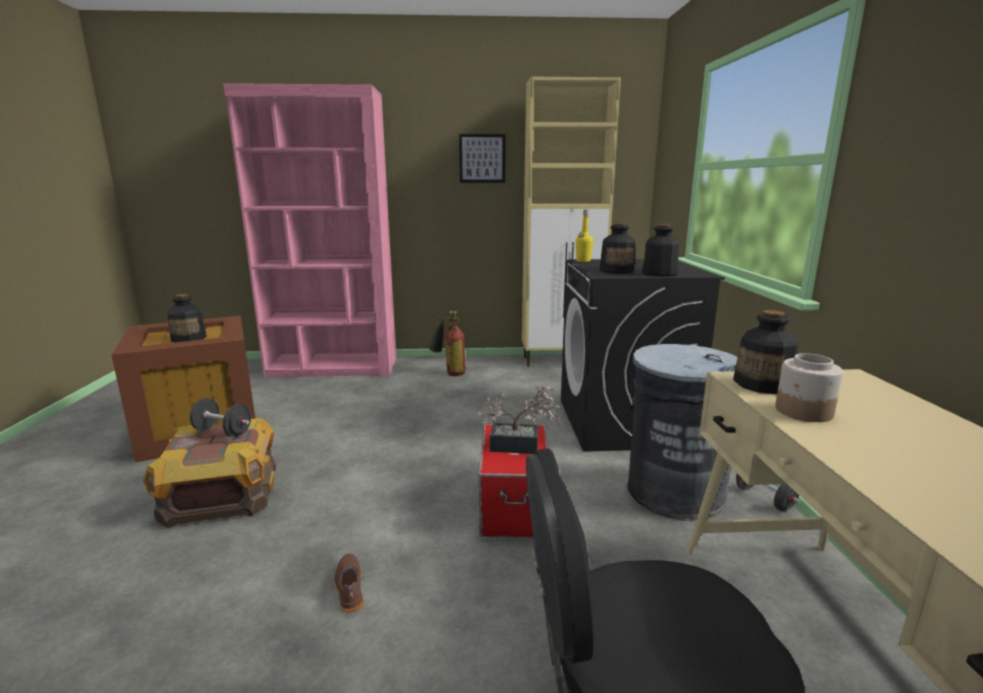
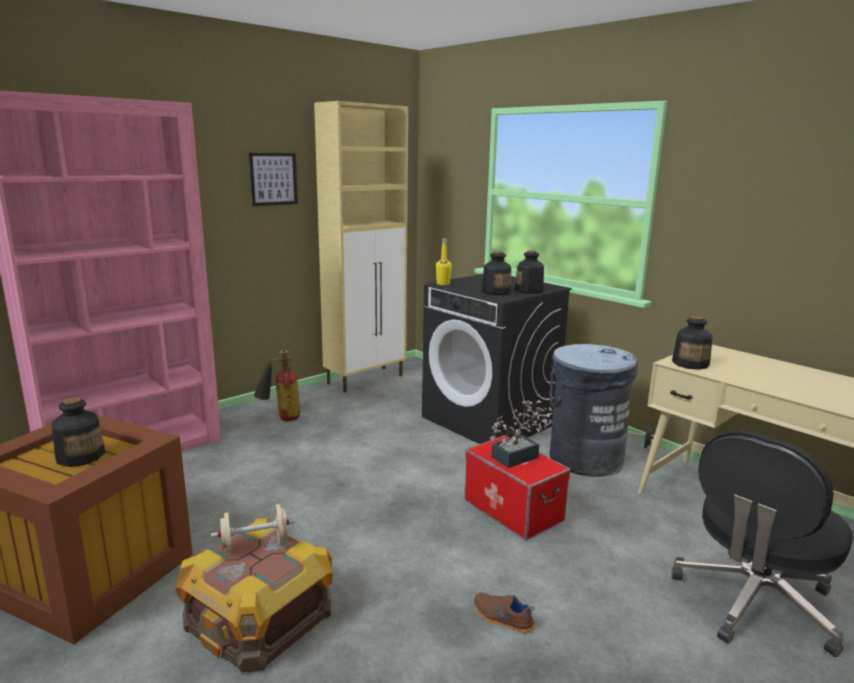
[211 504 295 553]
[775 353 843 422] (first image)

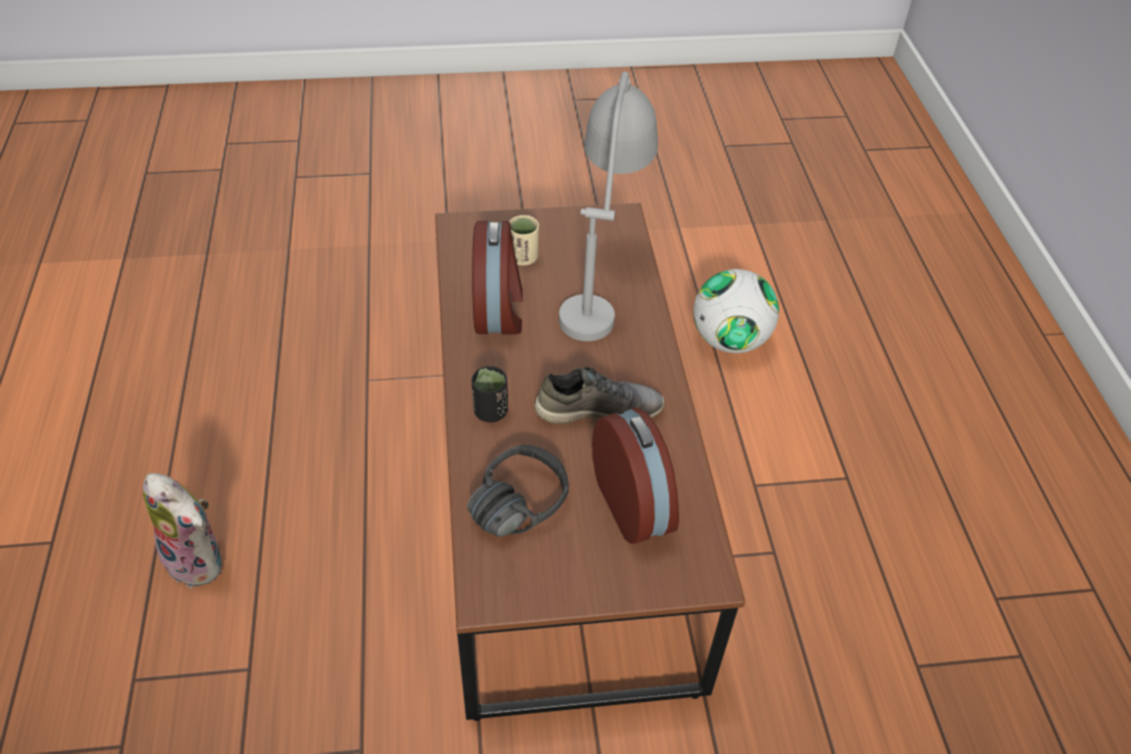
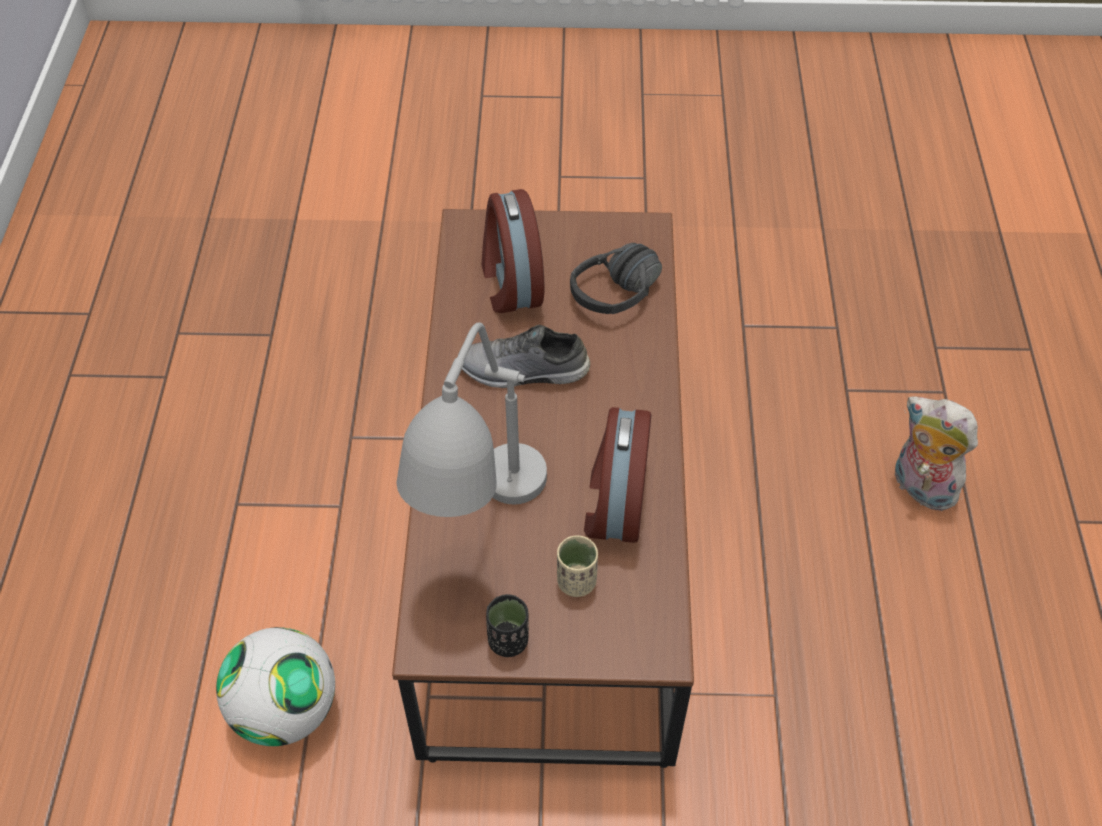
[486 594 529 657]

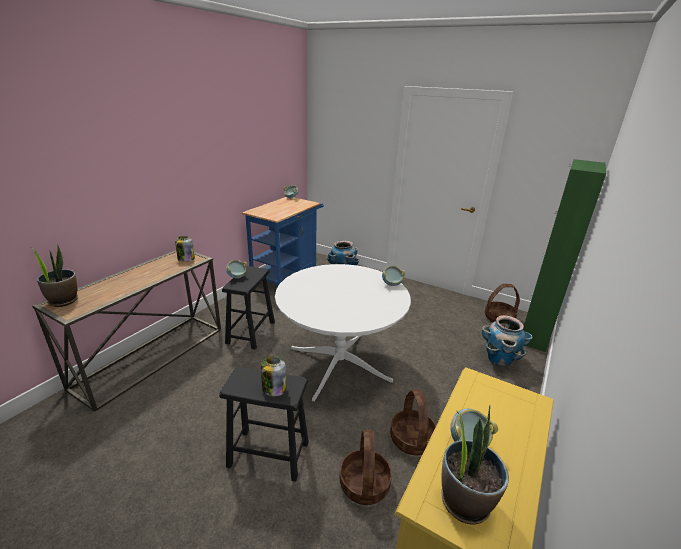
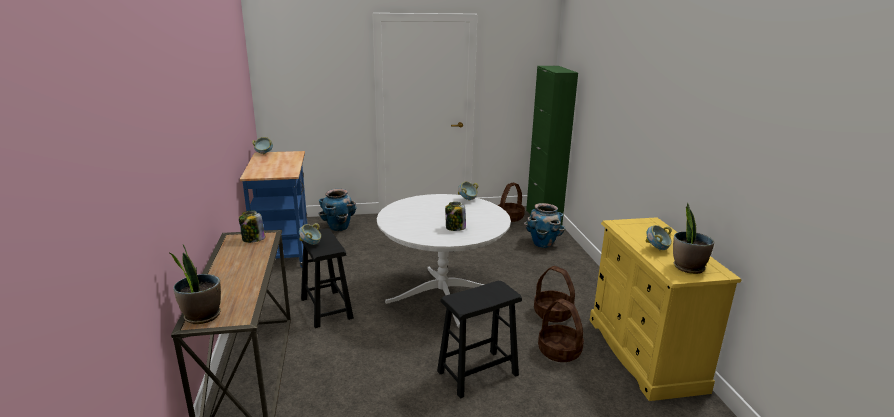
[445 202 466 231]

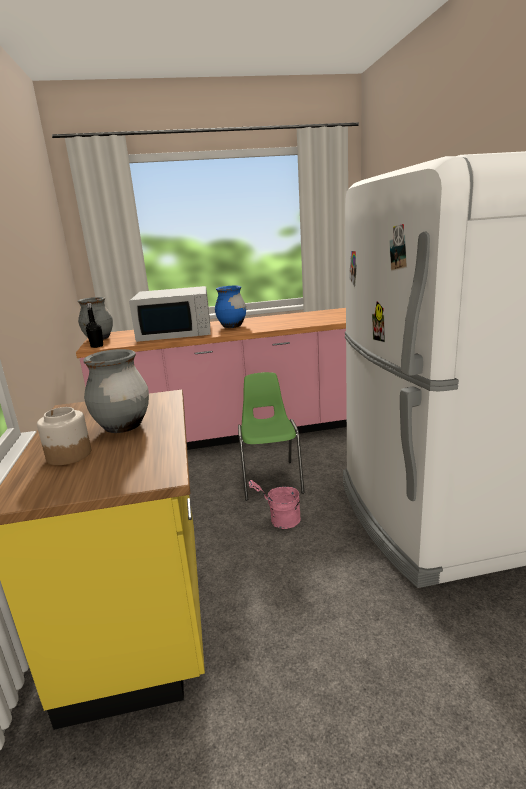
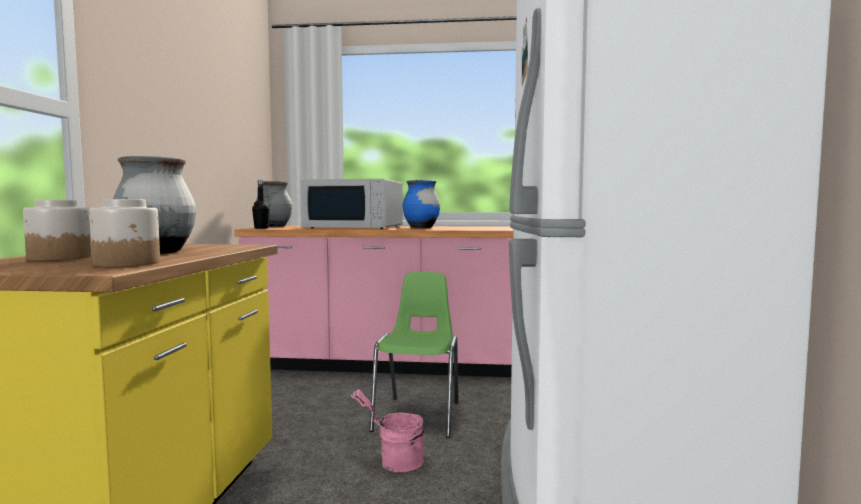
[89 199 160 267]

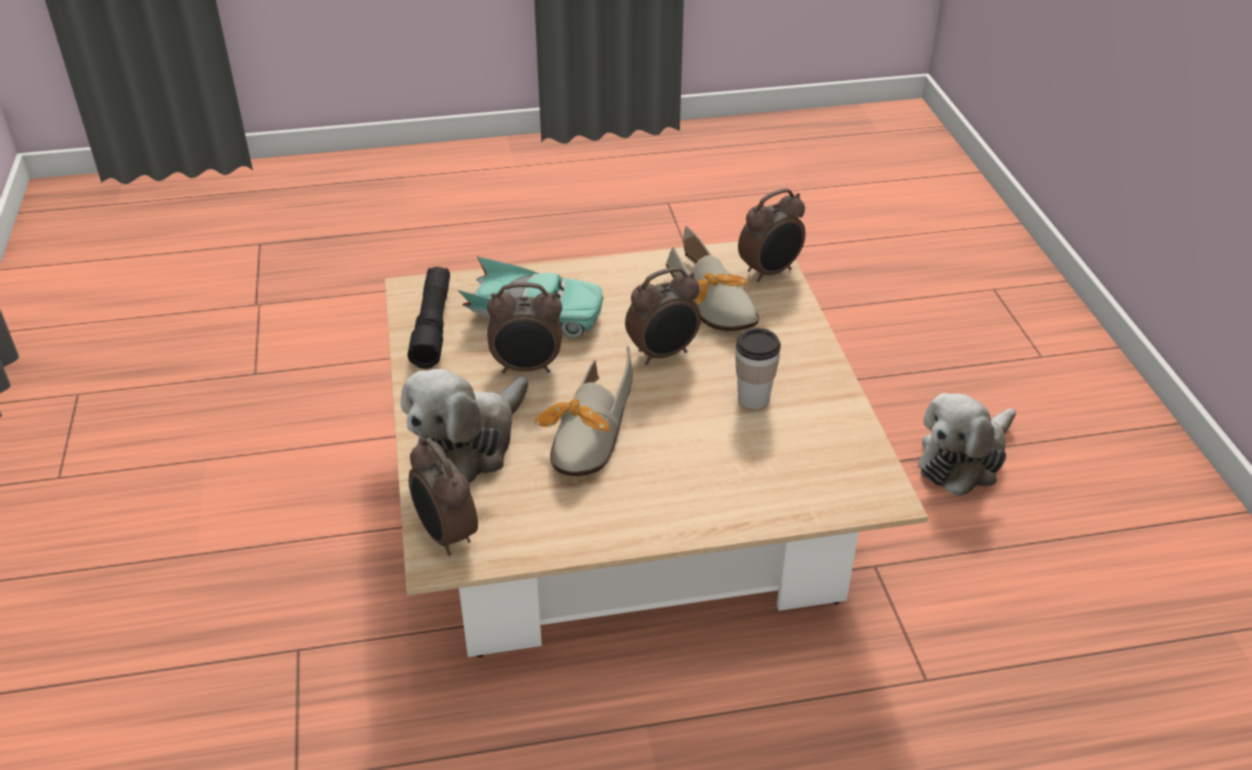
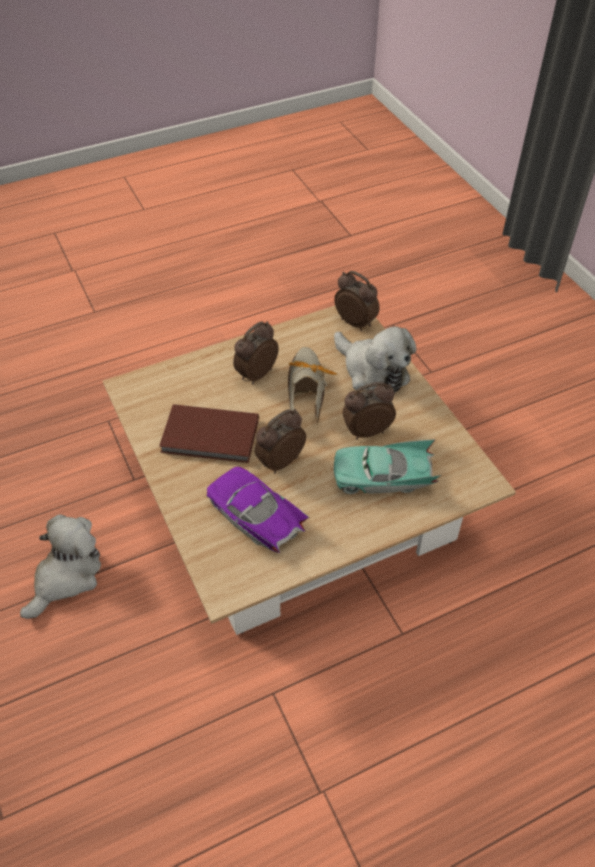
[159 404 259 463]
[207 467 309 553]
[233 321 279 384]
[334 326 417 393]
[408 267 450 369] (first image)

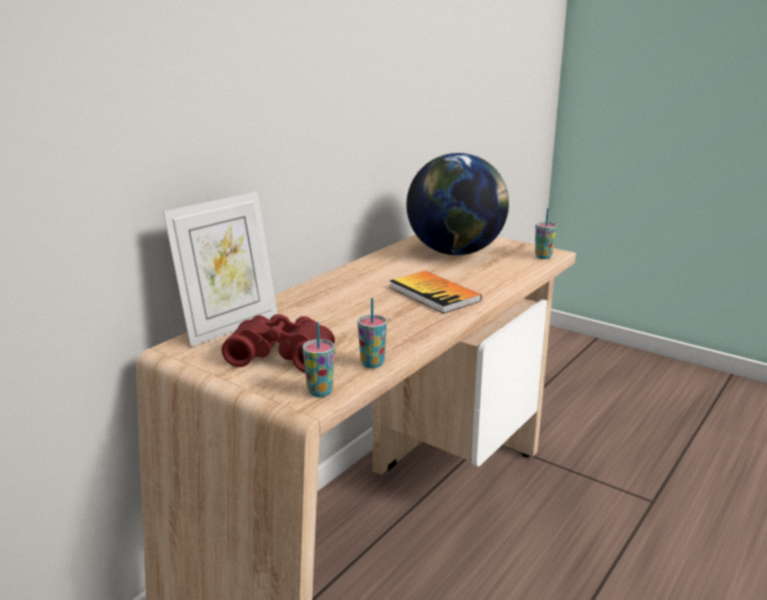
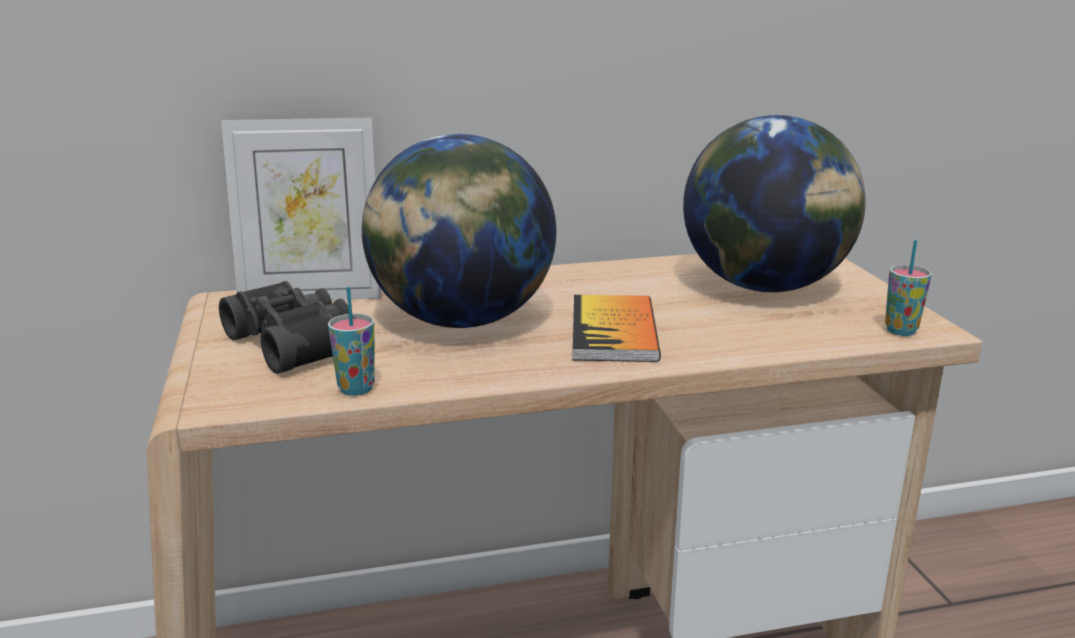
[219 281 349 374]
[362 134 556 328]
[303 322 335 397] (first image)

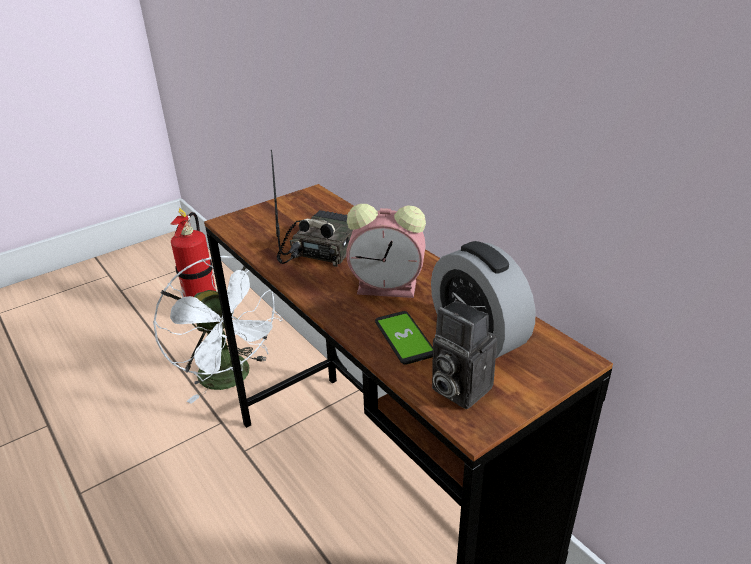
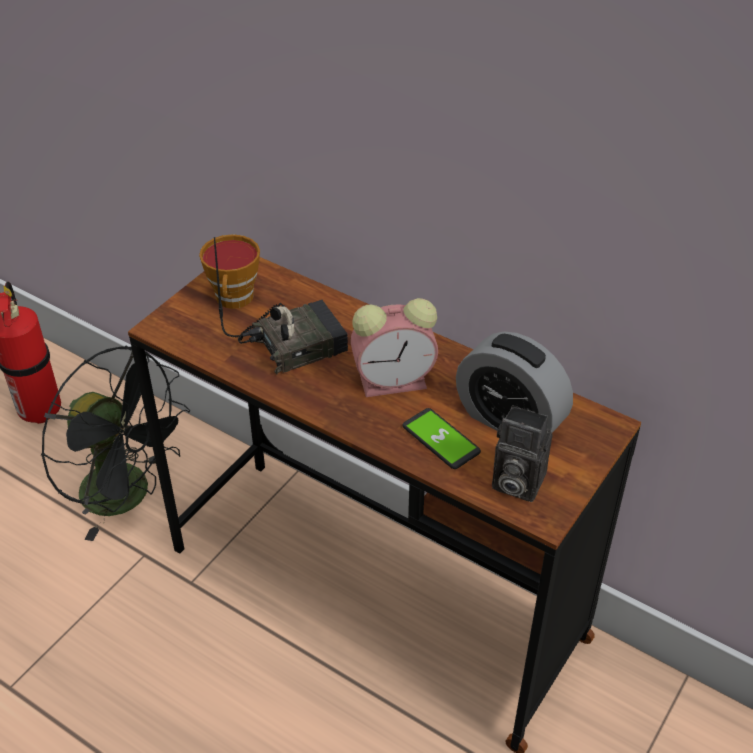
[41 346 191 541]
[199 234 260 309]
[214 237 348 375]

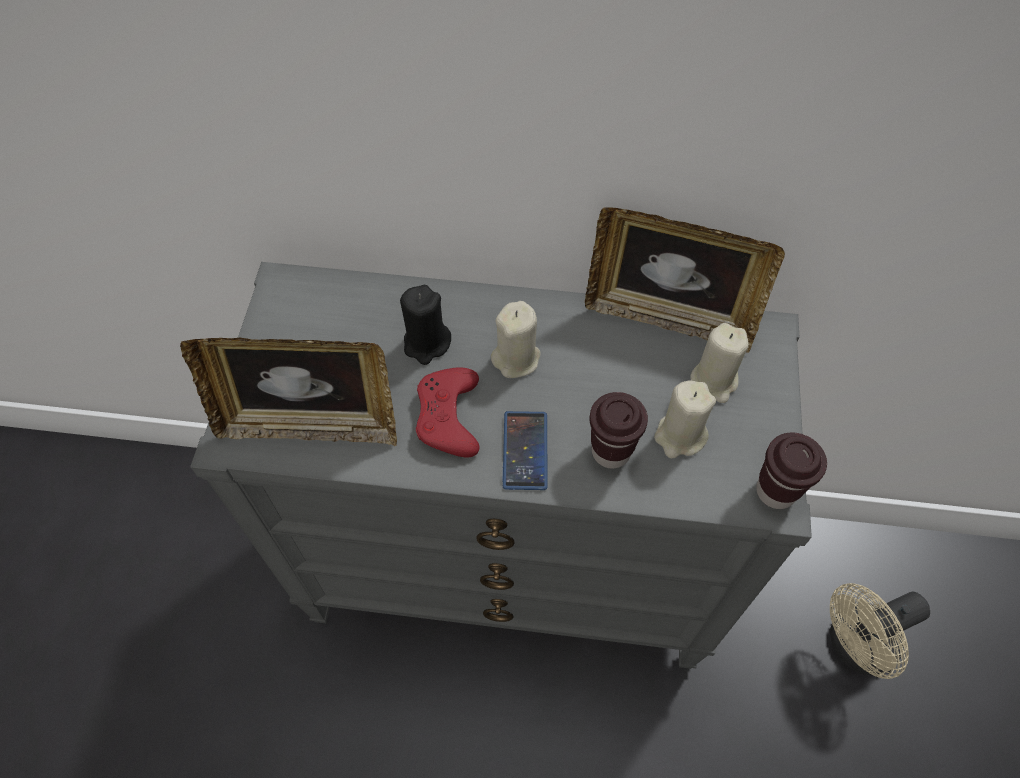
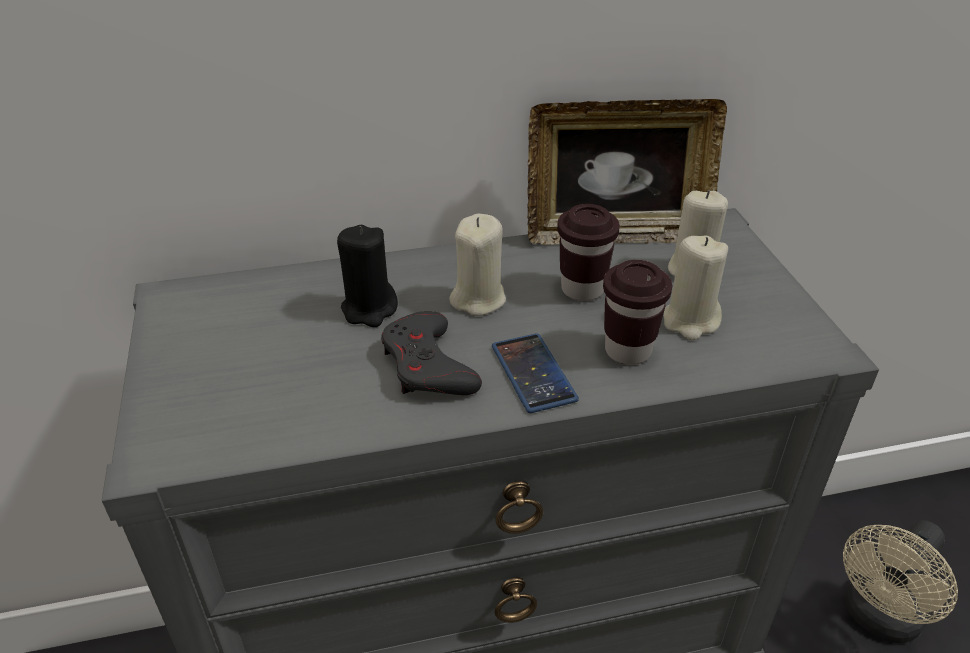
[381 311 482 395]
[557 204 620 301]
[180 338 397 446] (first image)

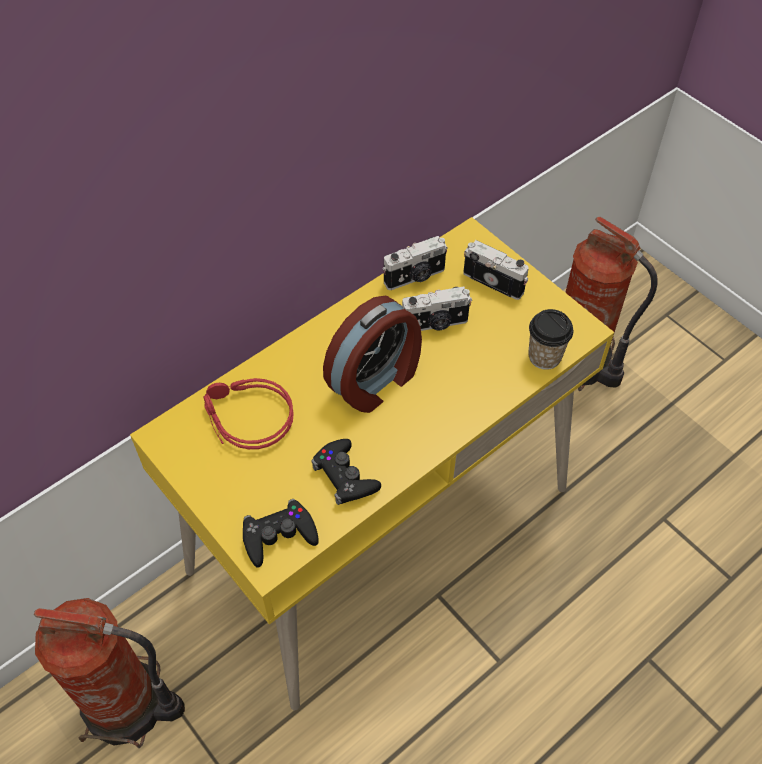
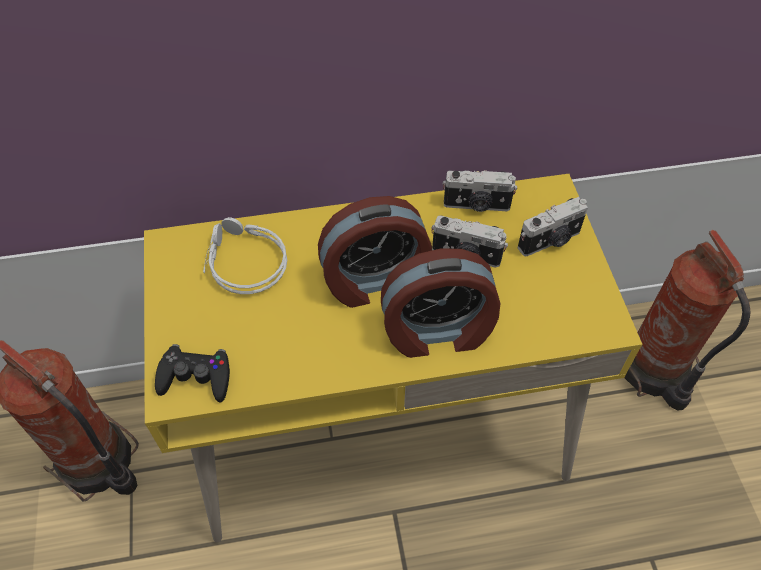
[203 217 287 294]
[381 249 501 358]
[518 197 588 256]
[311 439 381 505] (first image)
[528 309 573 370] (first image)

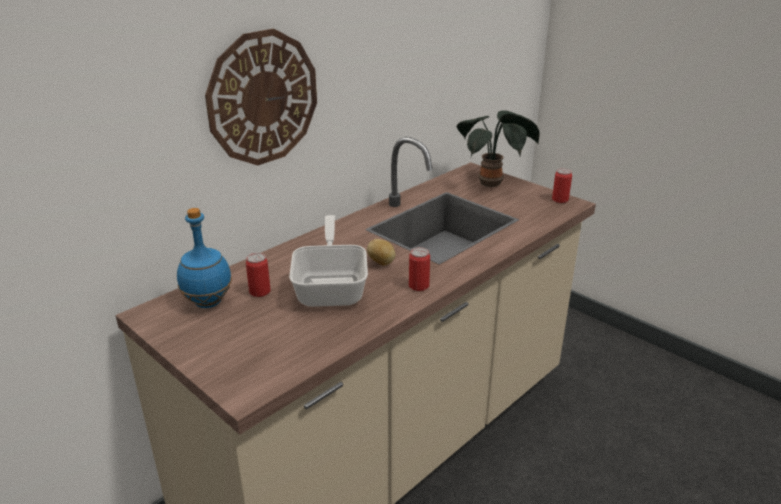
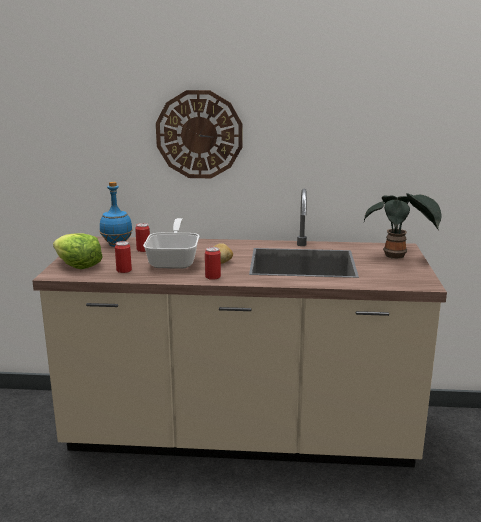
[53 233 103 269]
[115 241 132 273]
[143 218 199 268]

